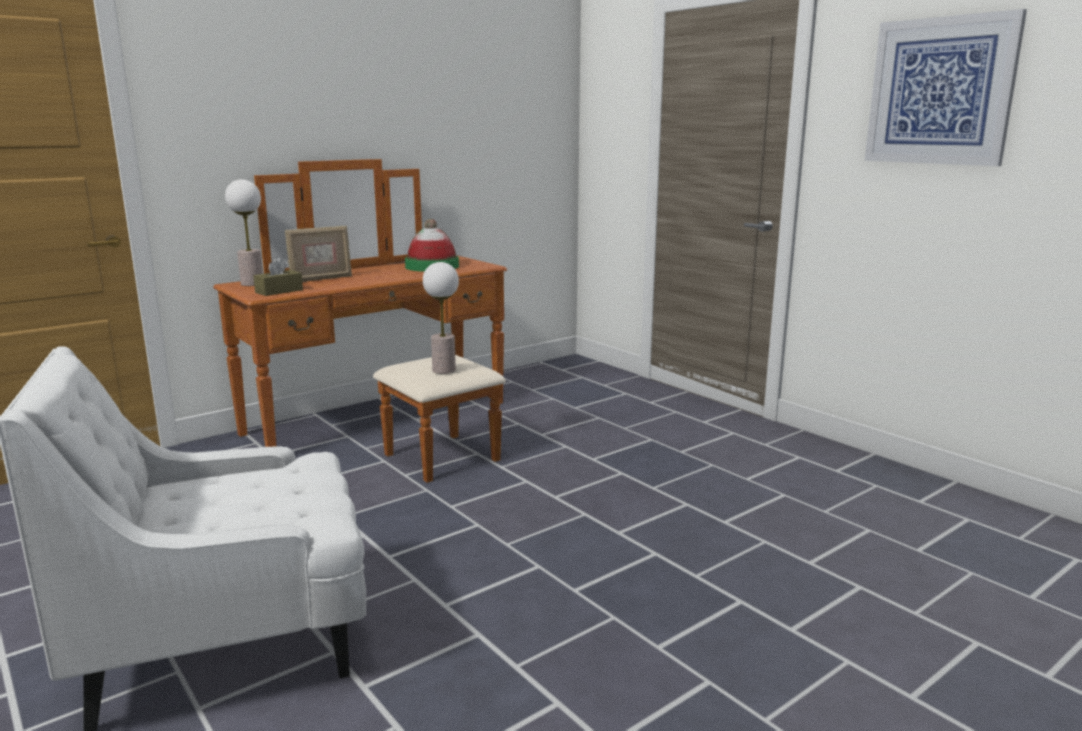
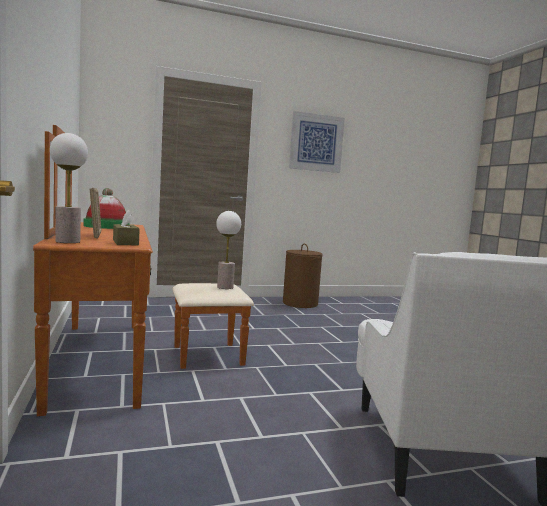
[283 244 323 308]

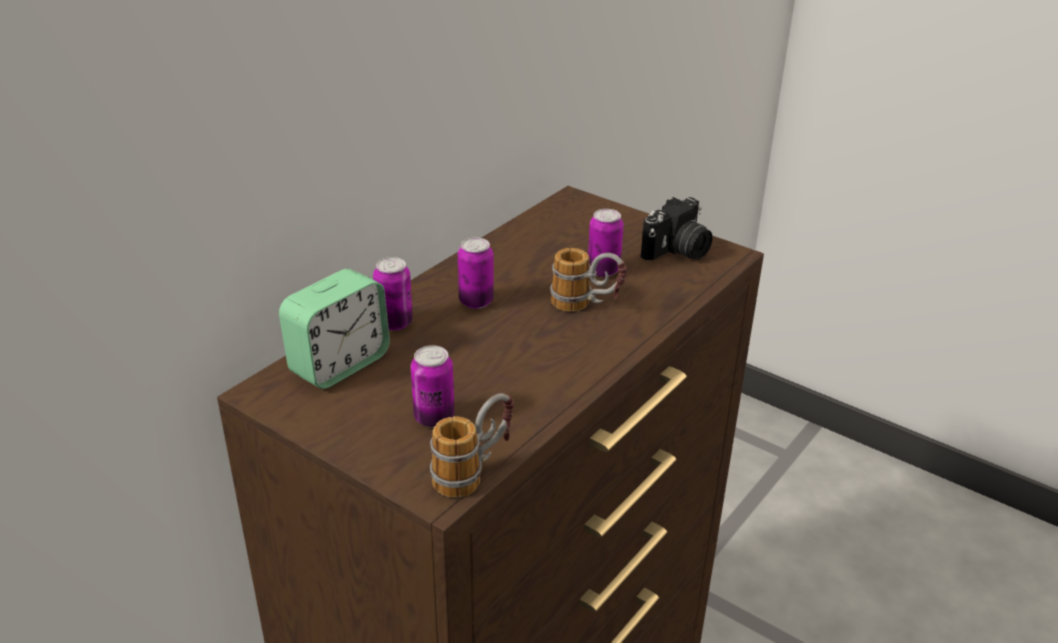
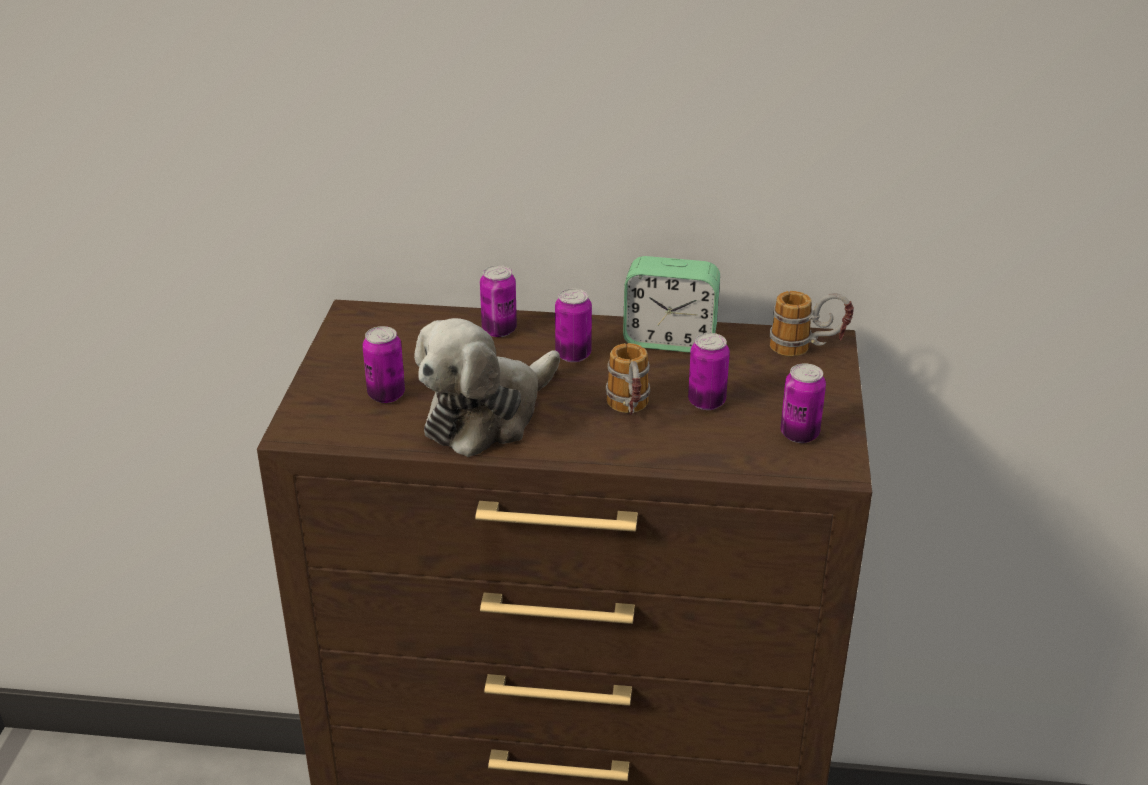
[414 318 560 457]
[623 256 720 353]
[770 291 854 357]
[781 363 826 443]

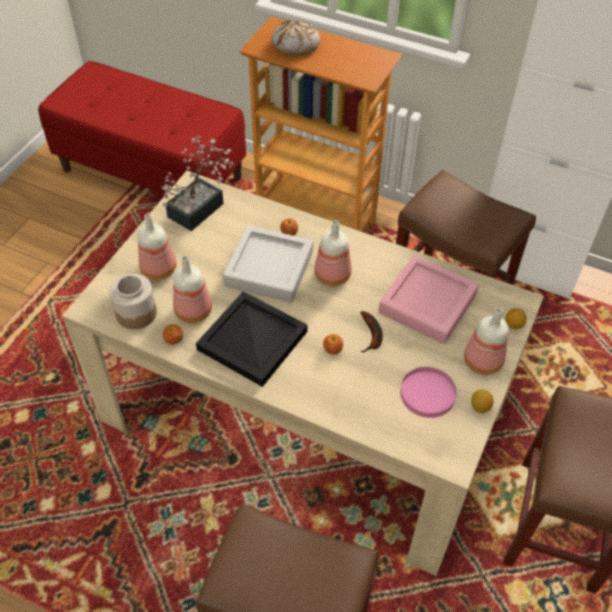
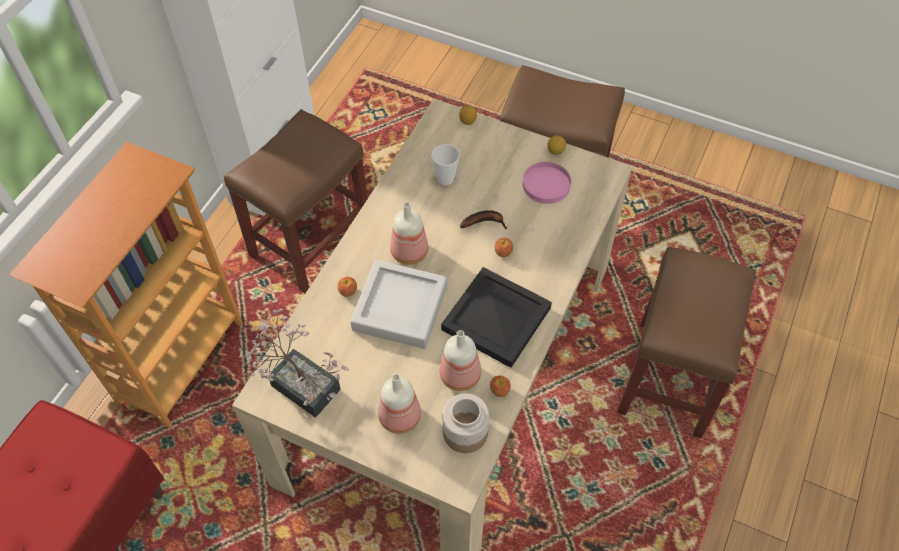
[431 144 460 186]
[271 20 320 56] (first image)
[464 308 509 375] (first image)

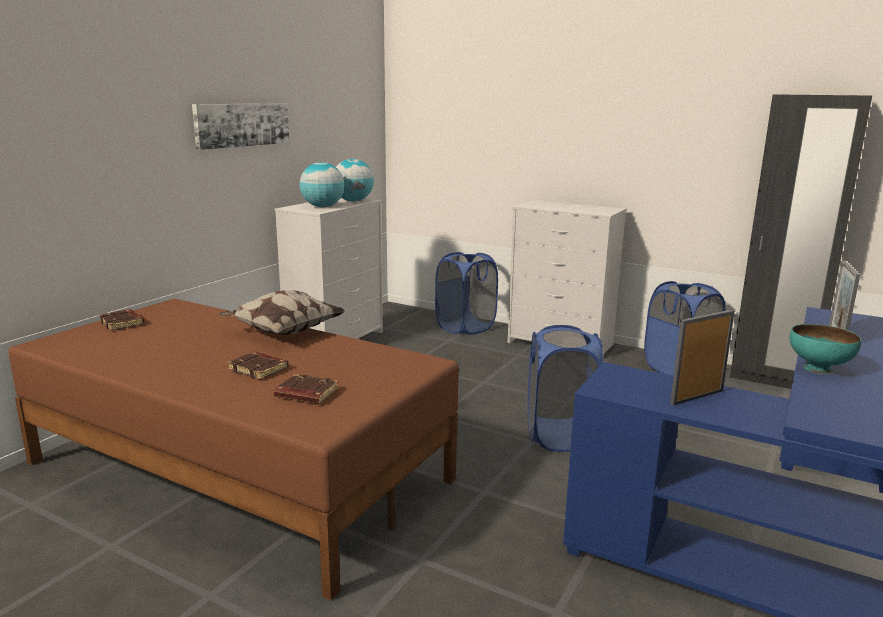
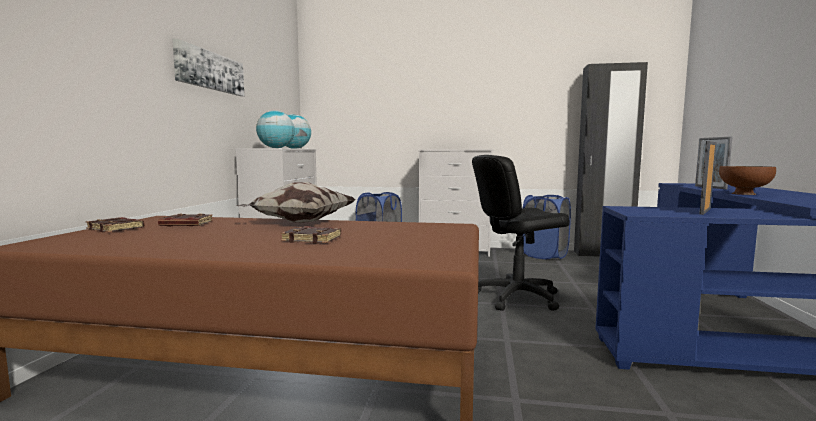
[158 214 213 226]
[472 155 570 311]
[719 166 776 195]

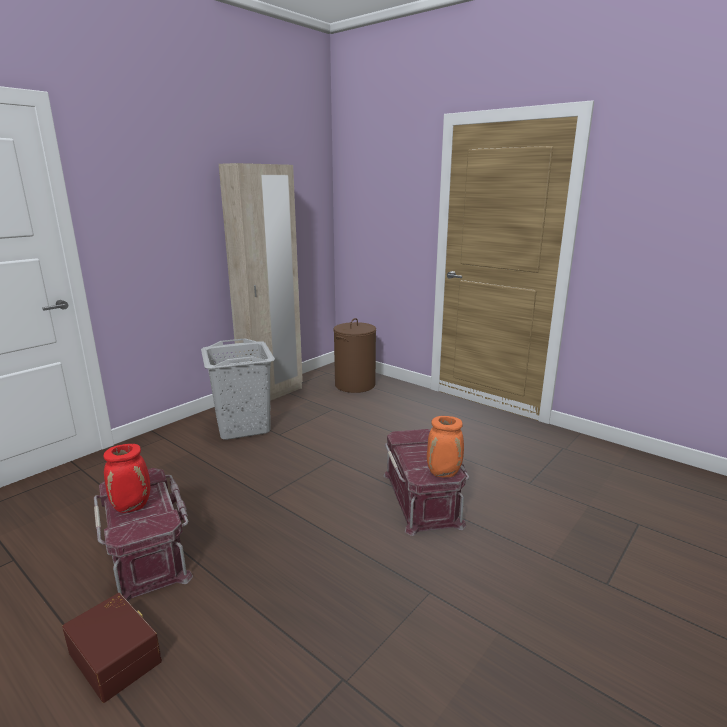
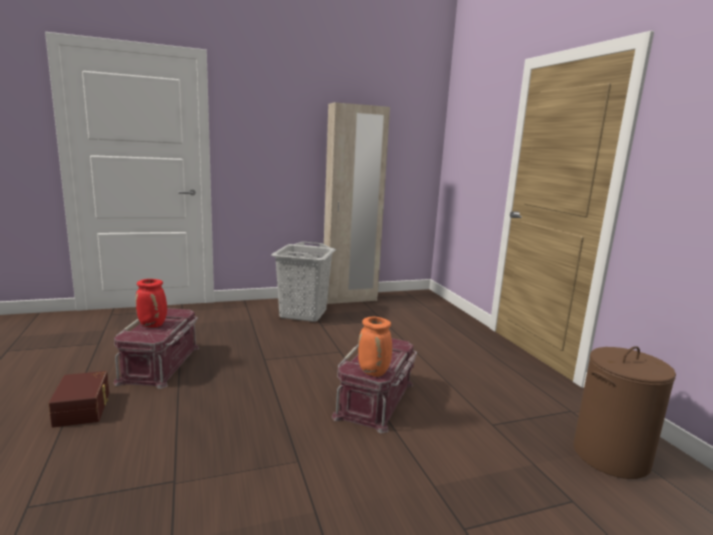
[573 346 676 479]

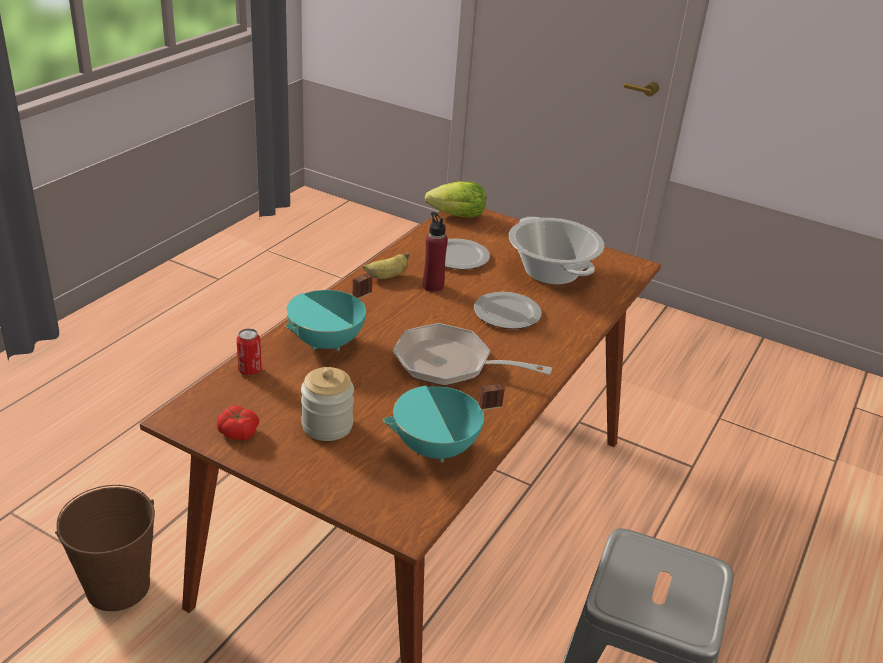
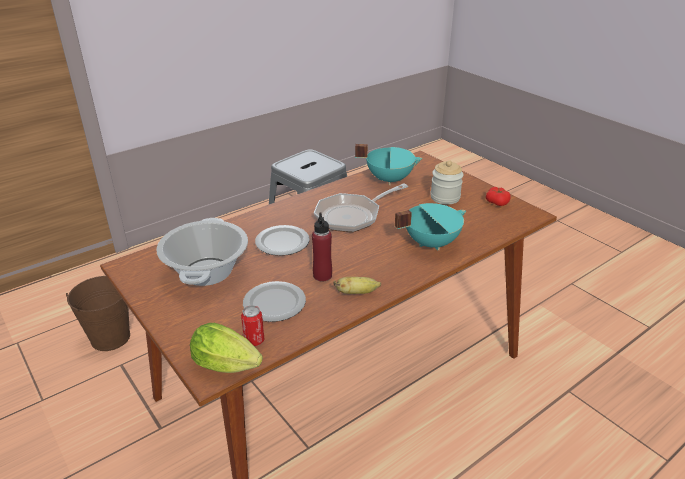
[66 276 130 351]
[241 305 264 346]
[314 183 408 232]

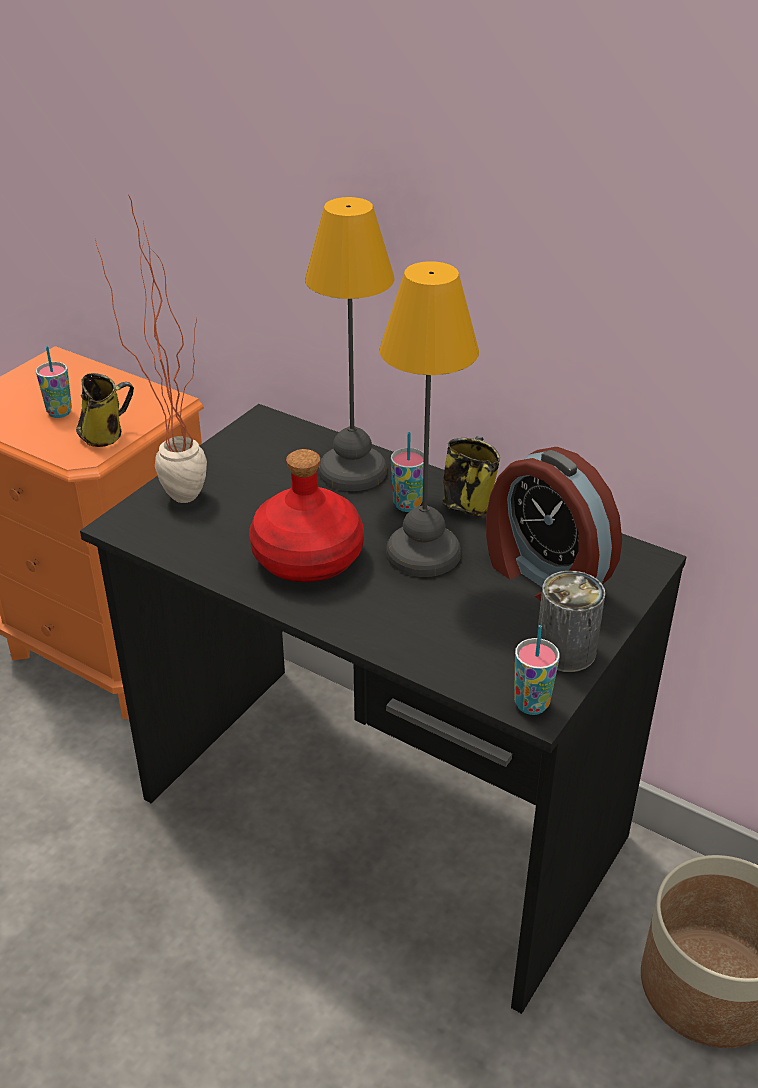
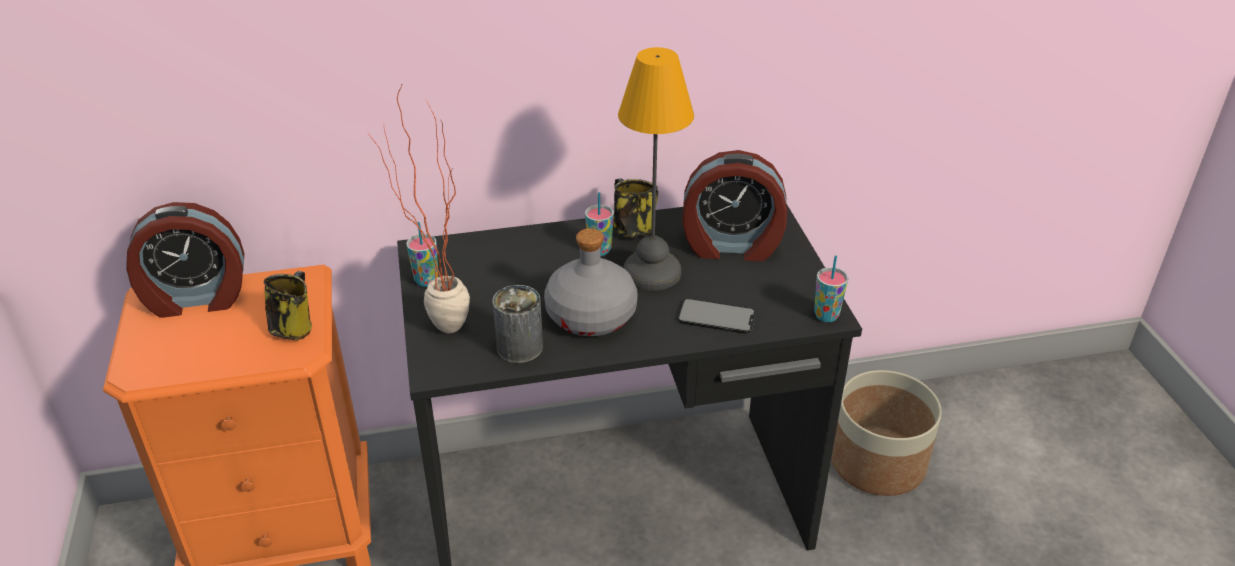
[126 202 244 318]
[406 222 438 287]
[492 285 543 363]
[544 228 638 336]
[677 298 756 334]
[305 197 394 491] (first image)

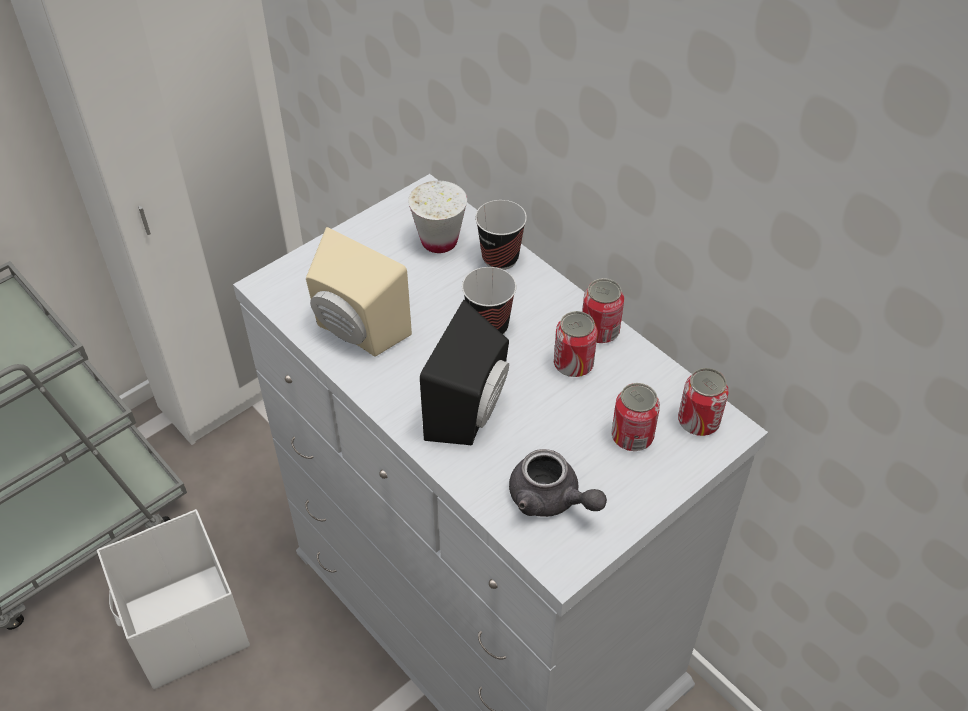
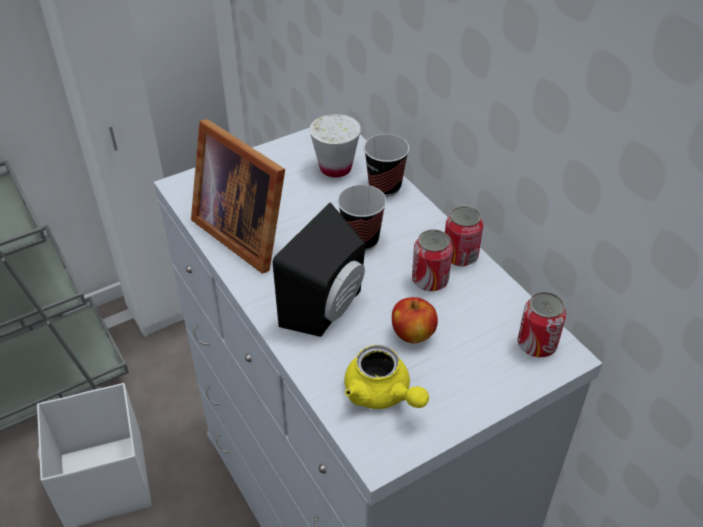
[191 119 285 274]
[345 345 429 409]
[392 297 438 344]
[611 383 660 451] (first image)

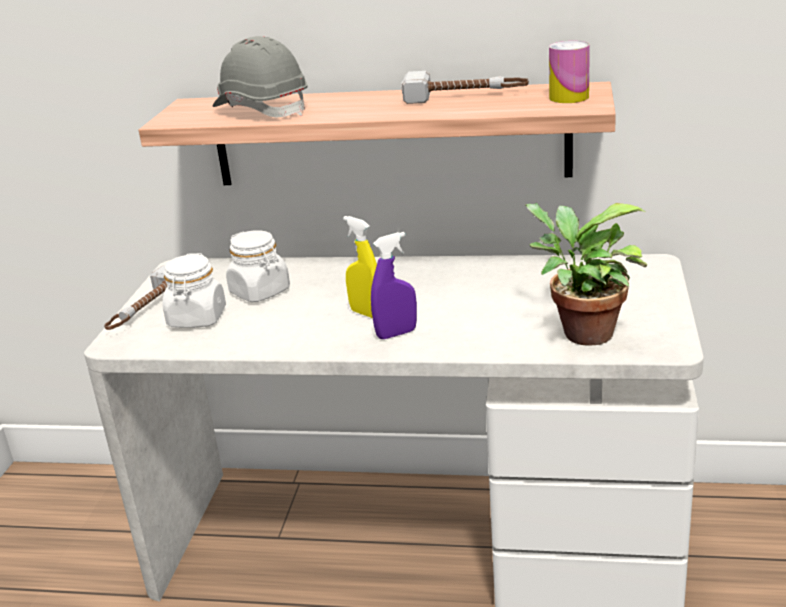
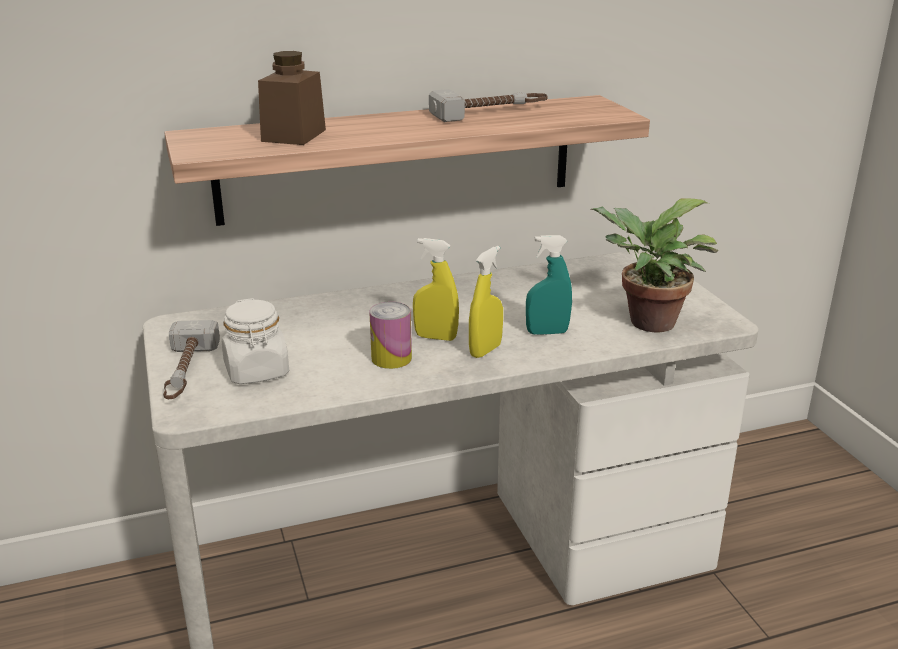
[258 51 326 145]
[369 302 412 369]
[469 246 503 358]
[526 235 572 335]
[226 230 290 302] (first image)

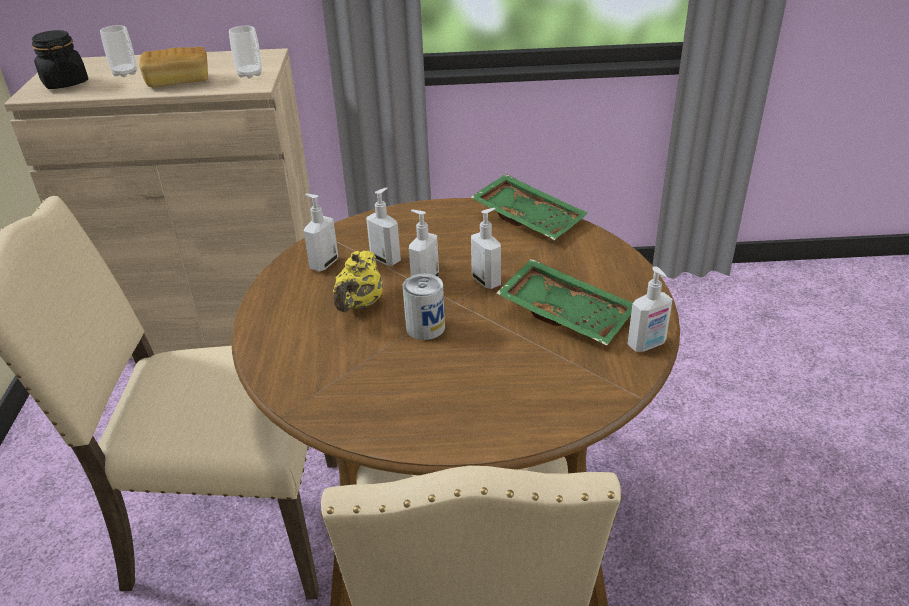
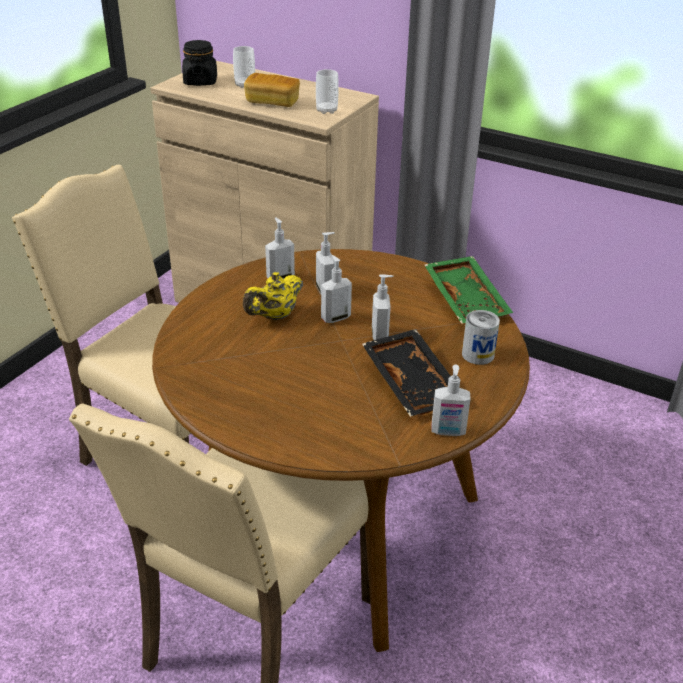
[362 329 450 417]
[462 310 500 365]

